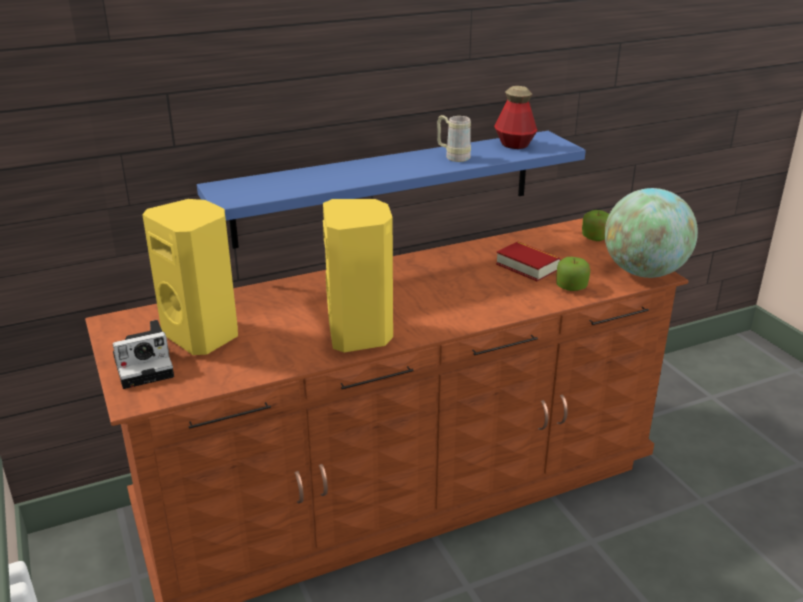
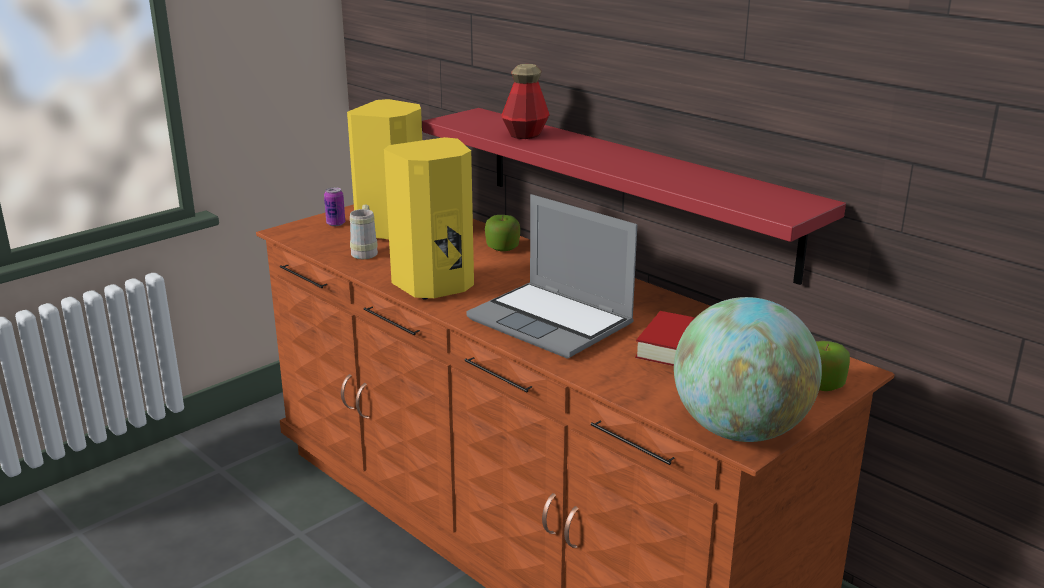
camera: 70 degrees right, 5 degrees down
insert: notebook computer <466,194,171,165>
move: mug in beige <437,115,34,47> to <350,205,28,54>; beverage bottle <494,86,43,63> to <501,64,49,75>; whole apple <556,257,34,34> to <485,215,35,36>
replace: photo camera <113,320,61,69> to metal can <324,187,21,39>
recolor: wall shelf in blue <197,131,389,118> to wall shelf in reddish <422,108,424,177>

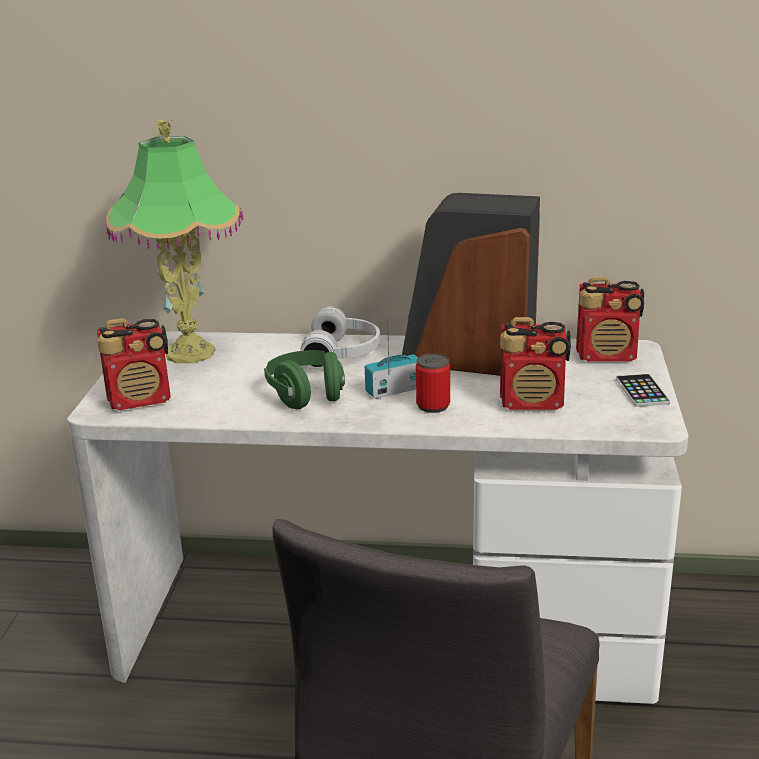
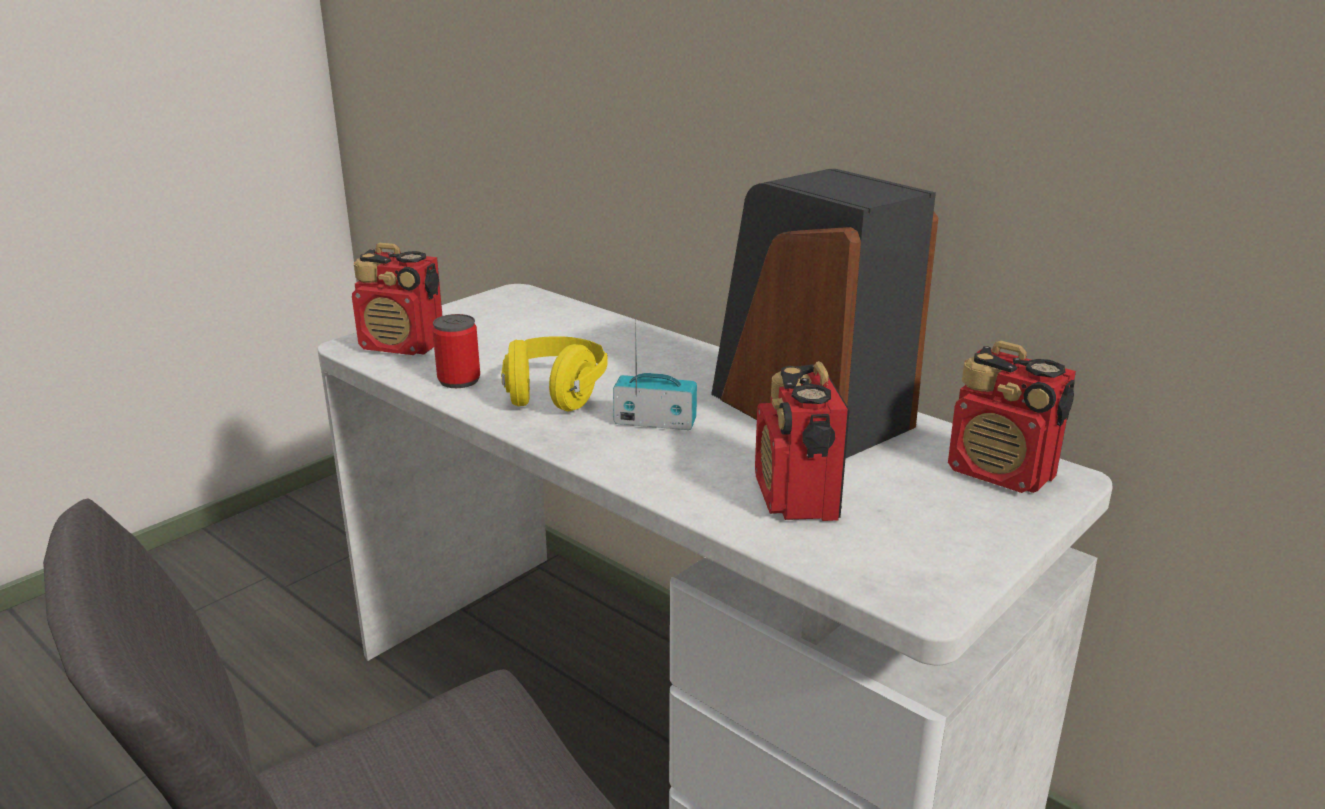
camera: 35 degrees right, 0 degrees up
delete: tabletop lamp <106,119,138,244>; headphones in white-coloured <300,306,80,64>; telephone <616,374,54,33>
move: metal can <416,353,34,60> to <433,314,47,74>
recolor: headphones in green-coloured <264,350,81,59> to headphones in yellow <501,336,107,75>
rotate: radio set <500,317,71,93> = <755,361,95,160> 45 degrees clockwise

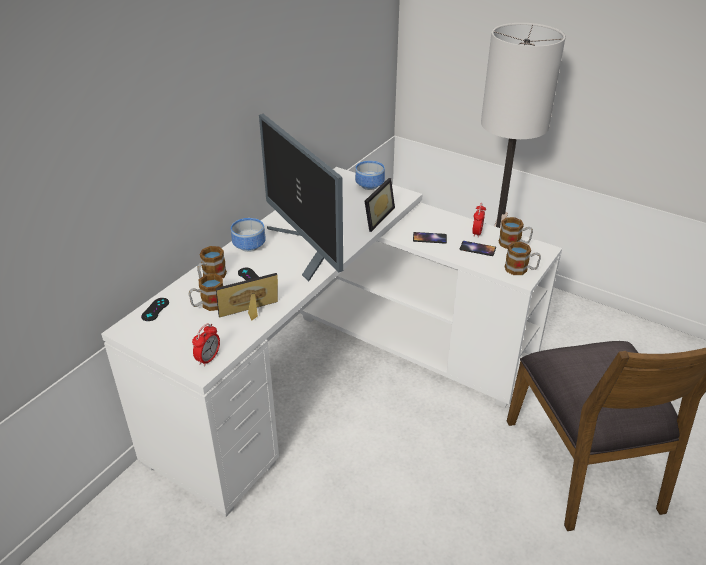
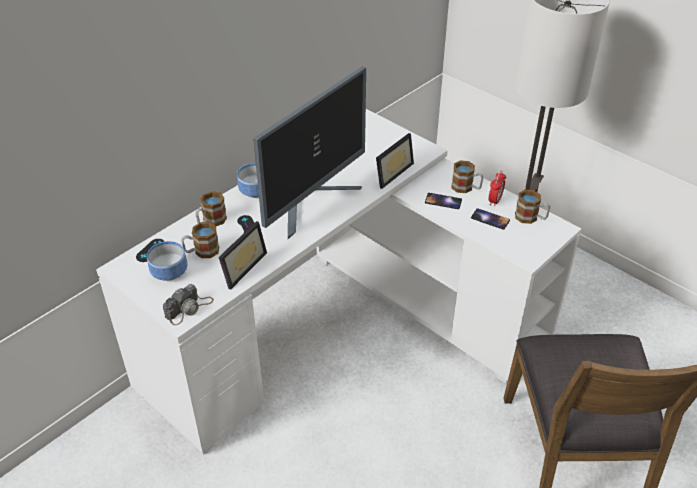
camera: 10 degrees right, 5 degrees up
move: serving bowl <355,161,30,29> to <147,241,40,40>; mug <504,242,37,33> to <451,160,33,33>
replace: bedside clock <192,323,28,44> to photo camera <163,284,51,41>
rotate: picture frame <216,273,62,48> = <219,221,48,69> 135 degrees clockwise; computer display <259,114,84,167> = <253,67,113,172> 120 degrees counterclockwise

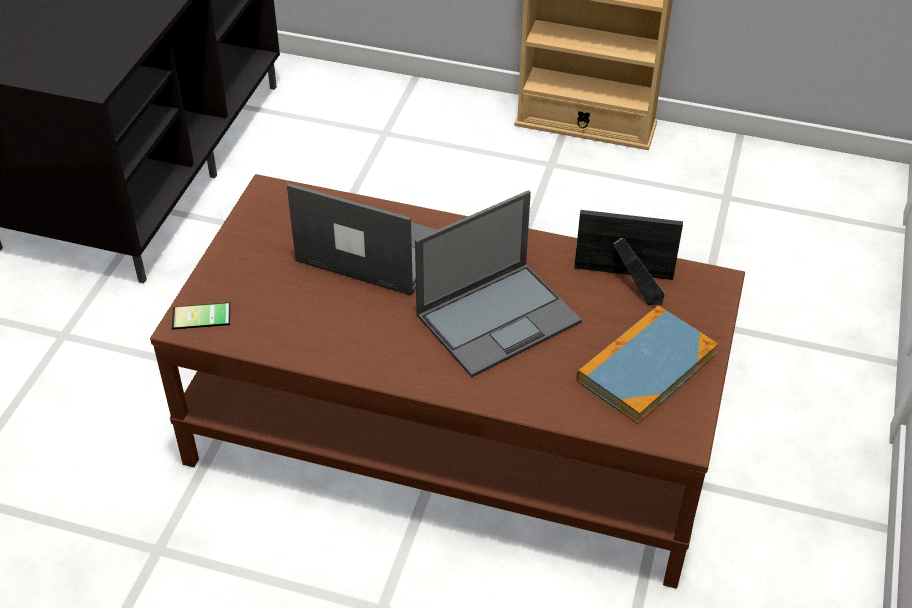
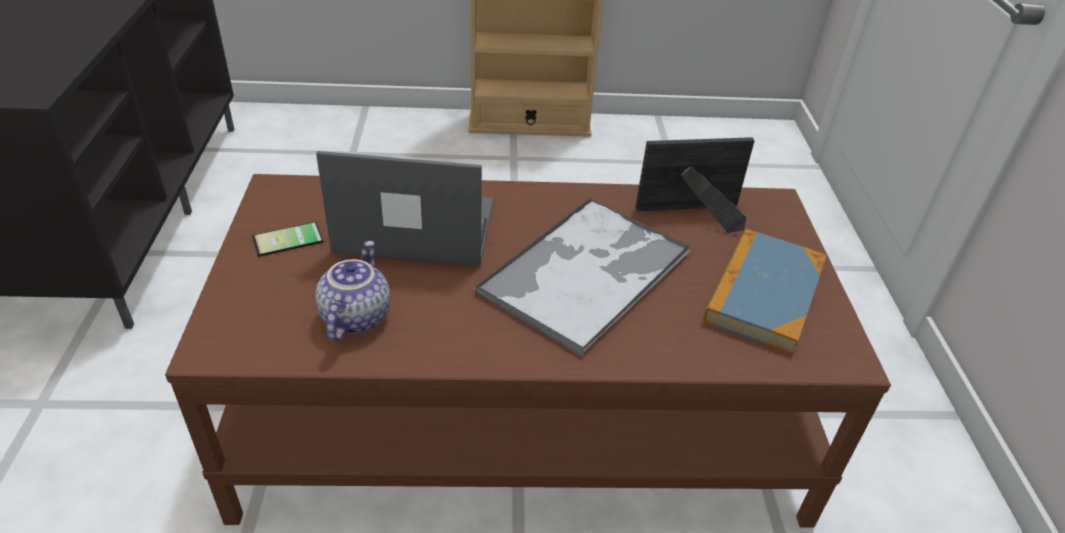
camera: 20 degrees left, 5 degrees down
insert: pot for tea <315,241,75,100>
move: telephone <172,302,58,28> to <252,222,71,35>
replace: notebook computer <415,190,167,187> to tray <474,197,216,160>

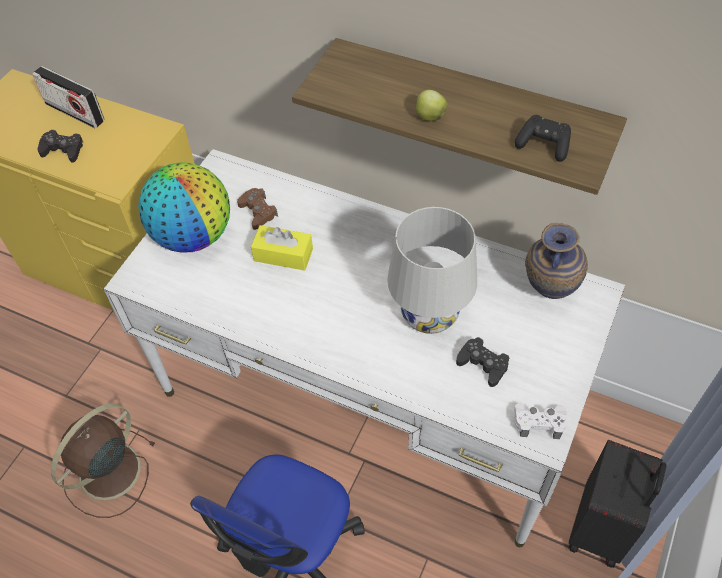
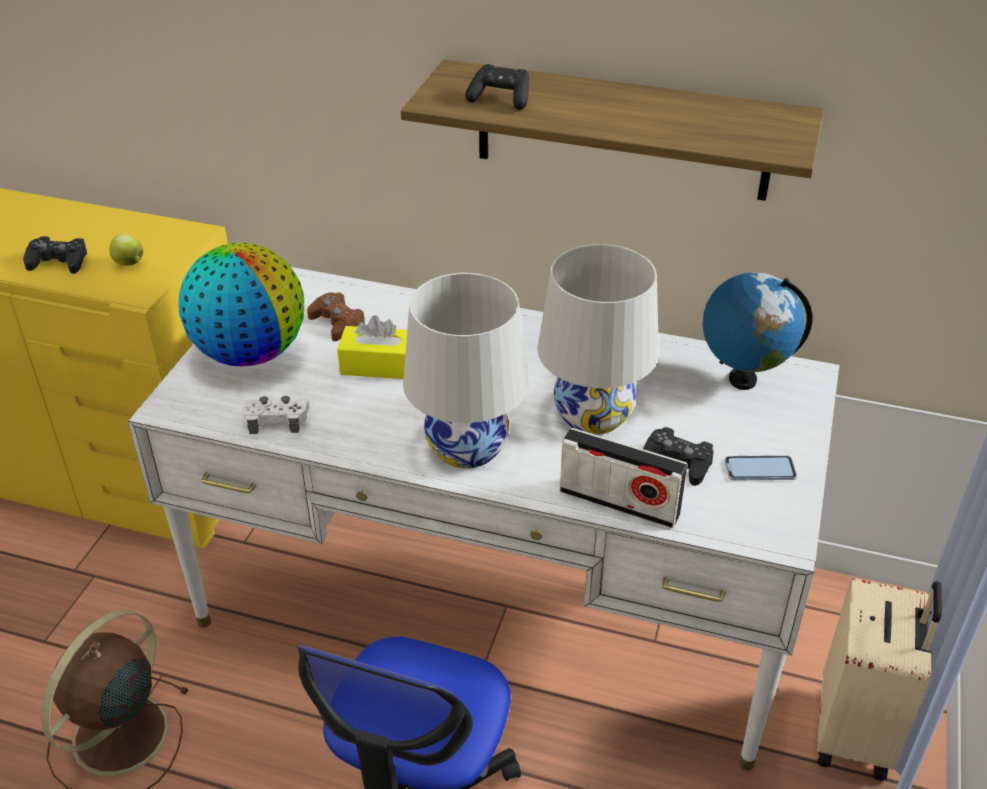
camera: 10 degrees left, 15 degrees down
insert: tabletop lamp in white-coloured <403,273,125,195>; telephone <725,455,72,26>
move: radio set <32,66,73,62> to <560,428,128,100>; whole apple <416,90,32,31> to <109,234,34,32>; joypad in white-coloured <514,403,54,36> to <242,396,68,38>; joypad in blackish <515,115,56,47> to <465,64,64,46>
replace: vase <525,223,63,76> to world globe <702,272,110,118>
recolor: suitcase in blackish <568,440,99,128> to suitcase in beige <817,578,125,203>

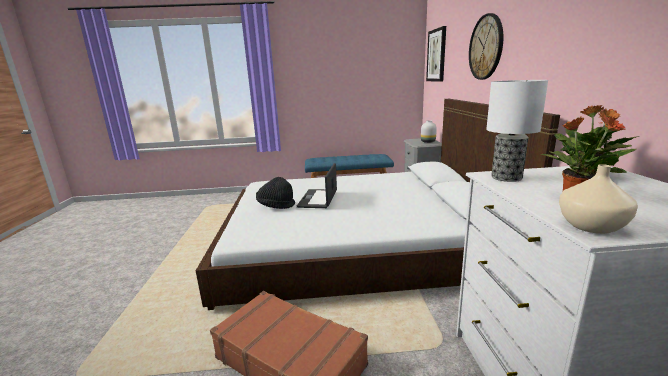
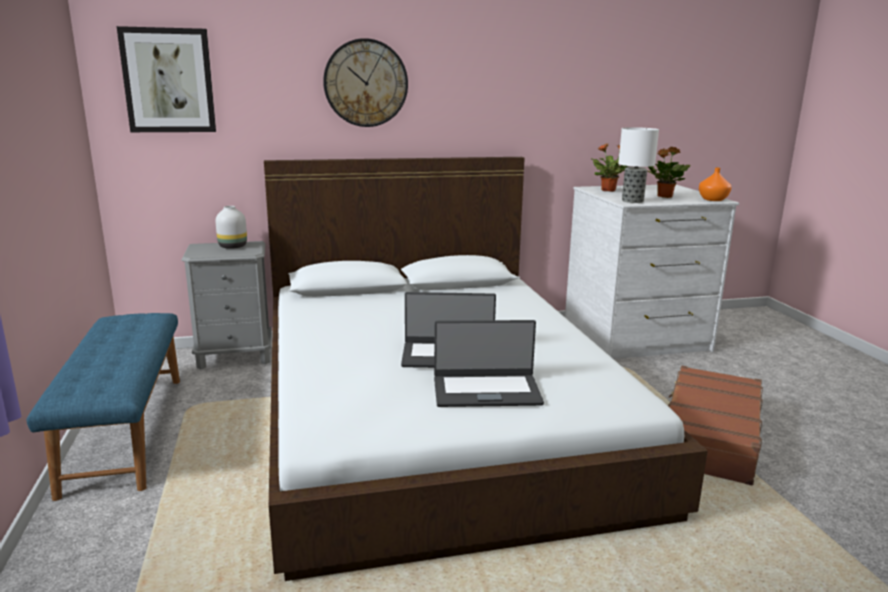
camera: 100 degrees left, 0 degrees up
replace: clothing hat in blackish <256,177,39,32> to notebook computer <434,320,110,87>
recolor: vase in beige <559,164,79,70> to vase in orange-coloured <699,167,33,34>

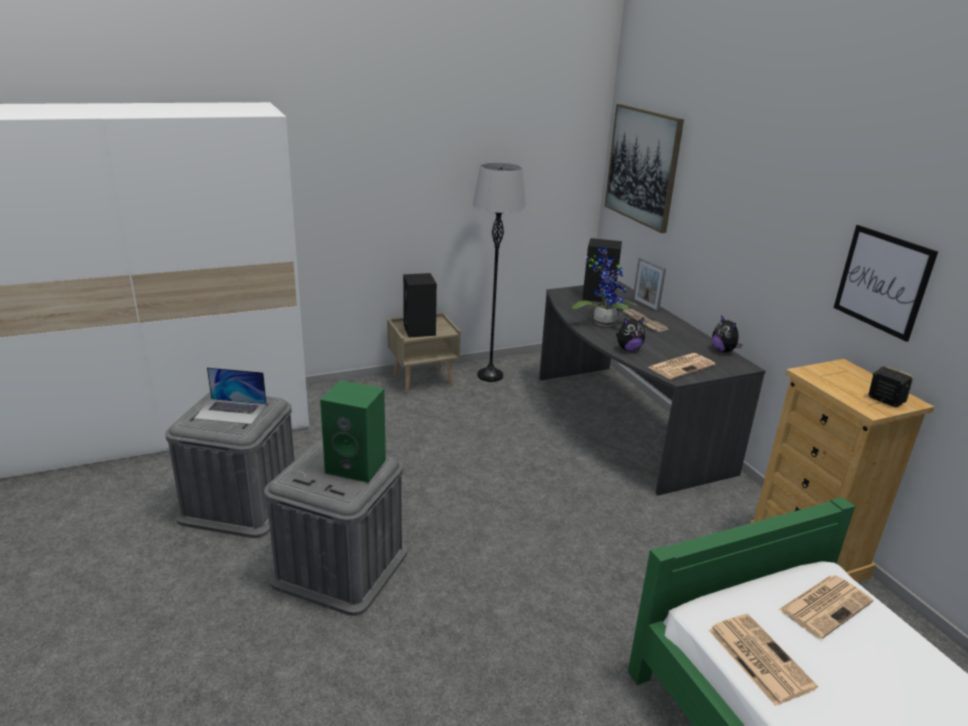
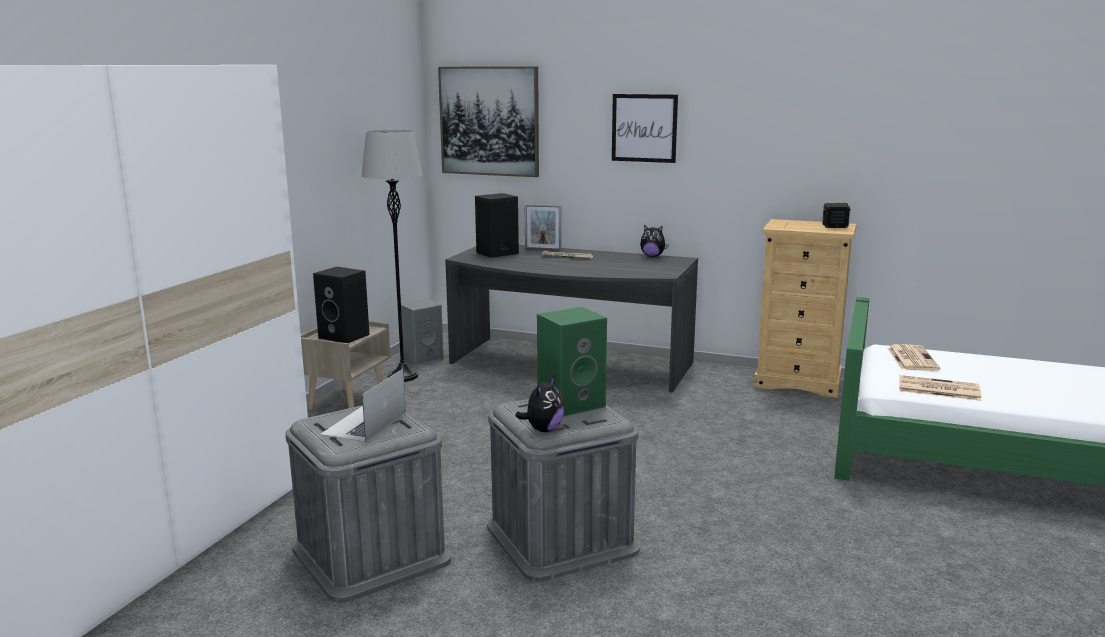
camera: 45 degrees left, 10 degrees down
delete: houseplant <572,245,66,82>; daily paper <648,353,67,26>
insert: audio speaker in grey <401,299,43,66>
move: soft toy <616,317,29,34> to <515,375,49,57>; wall picture <834,225,104,117> to <612,94,66,69>
rotate: notebook computer <194,367,73,57> = <320,369,86,73> 150 degrees clockwise

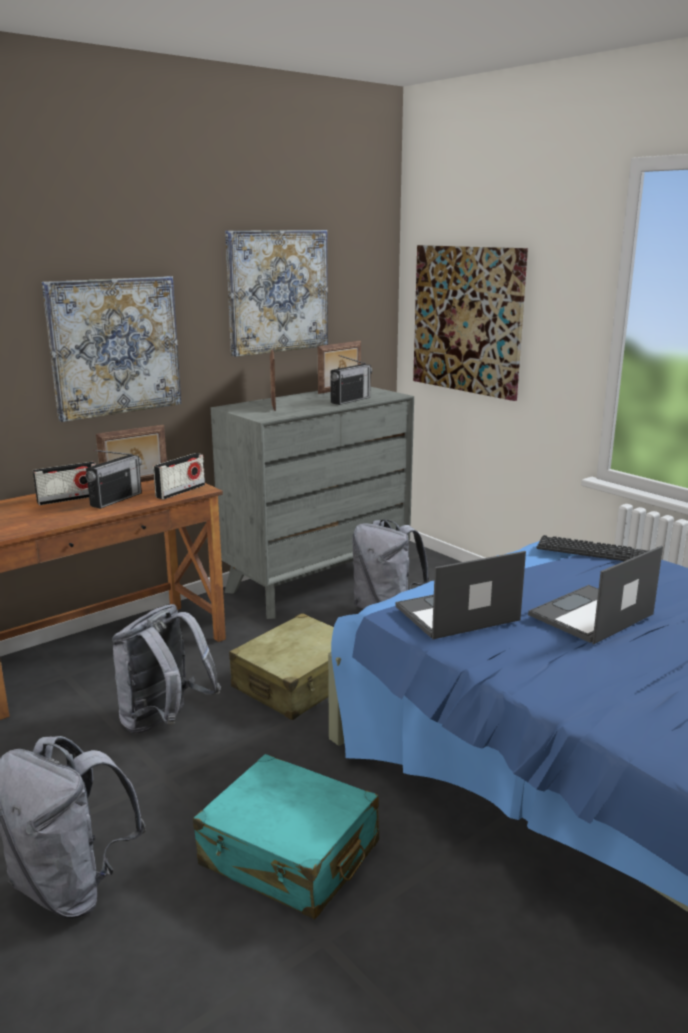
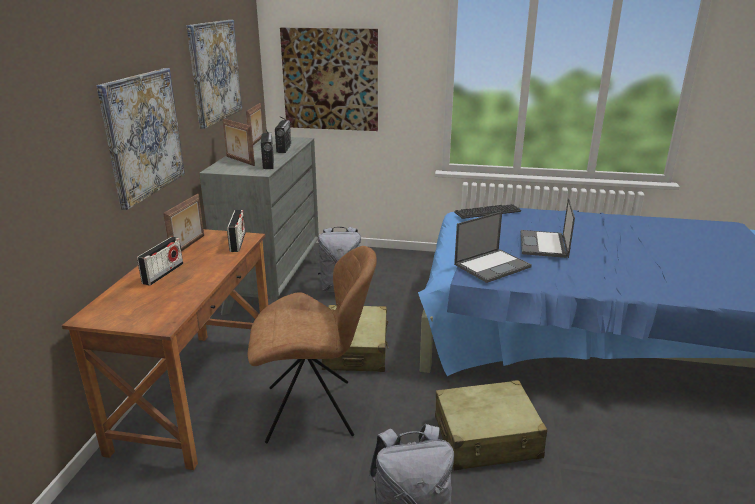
camera: 40 degrees left, 5 degrees up
move: radio set <86,450,56,59> to <261,129,13,40>
replace: backpack in grey <112,604,109,130> to plain chair in brown <248,246,129,197>
recolor: suitcase in turquoise <193,754,186,165> to suitcase in beige <435,380,112,90>
rotate: notebook computer <395,551,131,88> = <454,211,78,72> 150 degrees counterclockwise

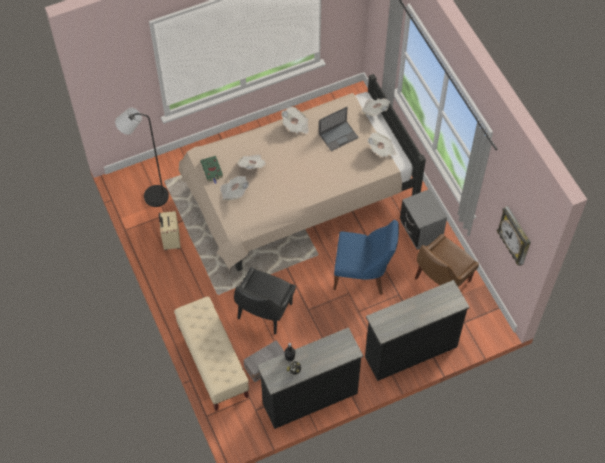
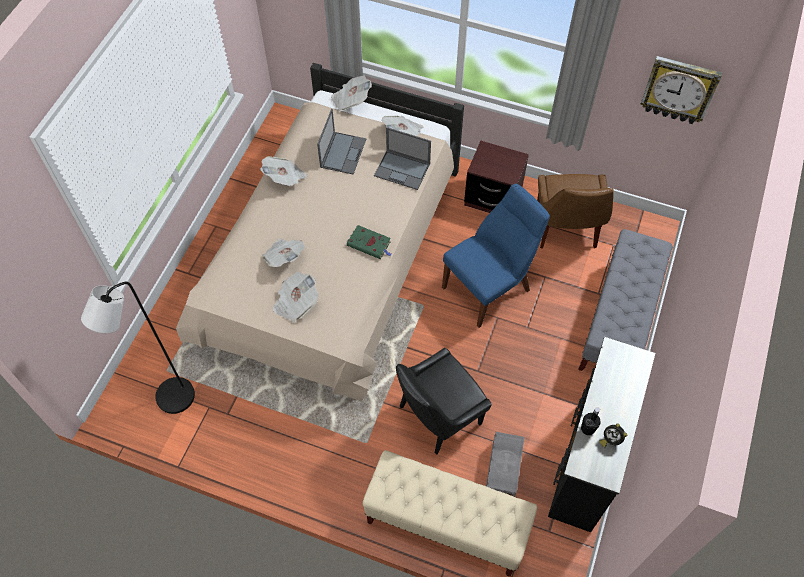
camera: 45 degrees left, 0 degrees up
delete: suitcase in beige <159,211,21,39>
insert: notebook computer <374,127,57,63>
move: volume in green-coloured <200,156,23,28> to <347,225,44,34>
replace: dresser in blackish <365,280,105,101> to long seat in grey <578,229,95,142>
recolor: bedside table in grey <400,189,47,61> to bedside table in brown <464,141,65,72>
rotate: plain chair in blackish <234,268,62,66> = <396,348,96,106> 75 degrees clockwise

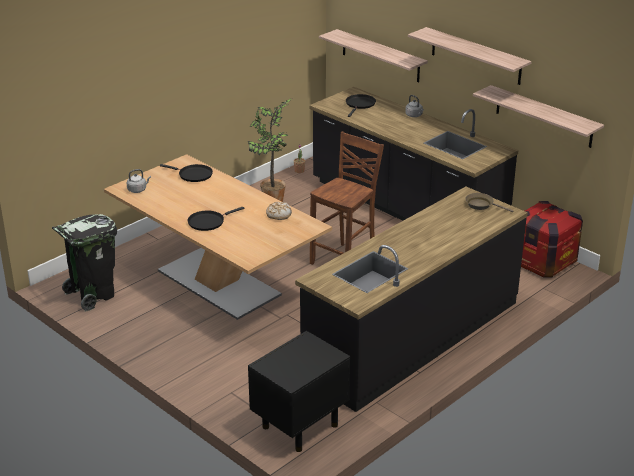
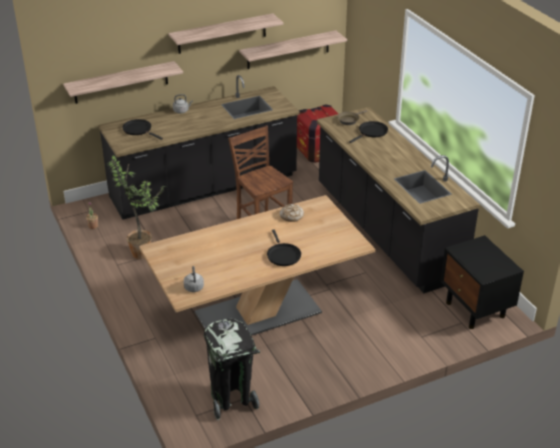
camera: 70 degrees left, 5 degrees up
move: frying pan in blackish <160,164,53,18> to <349,121,39,22>

